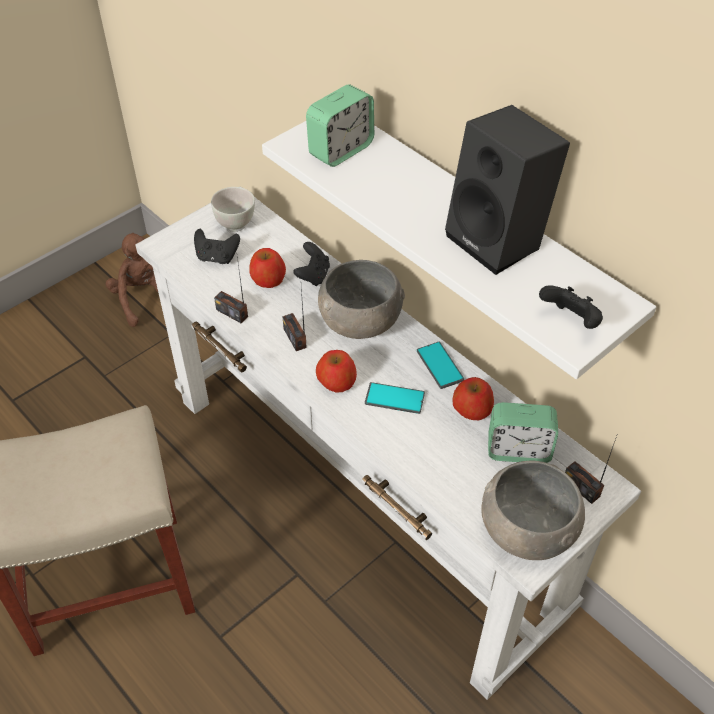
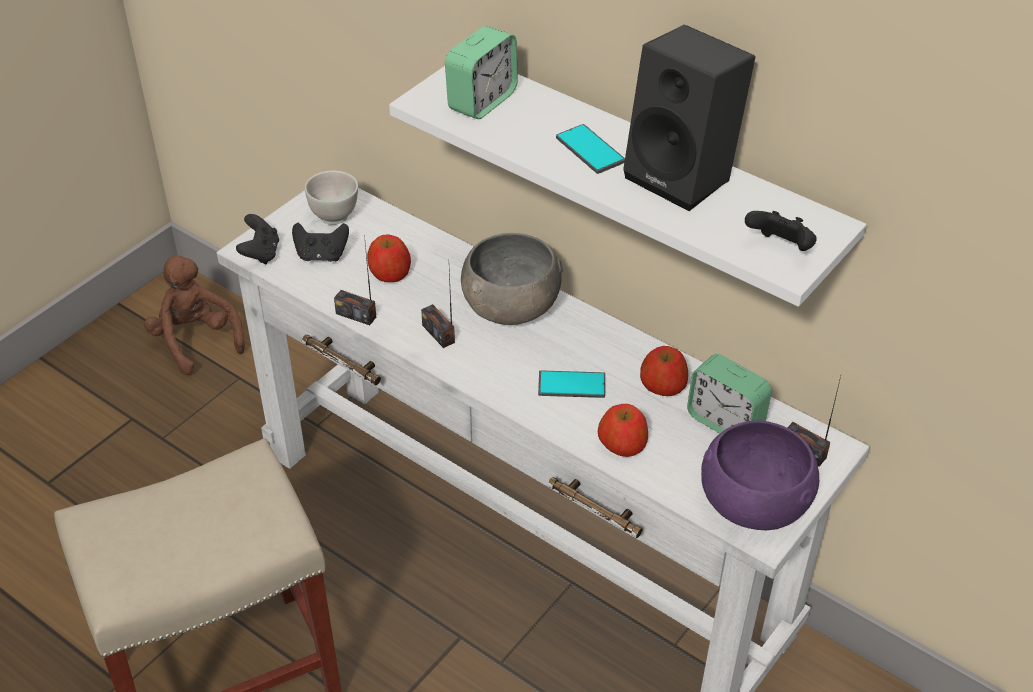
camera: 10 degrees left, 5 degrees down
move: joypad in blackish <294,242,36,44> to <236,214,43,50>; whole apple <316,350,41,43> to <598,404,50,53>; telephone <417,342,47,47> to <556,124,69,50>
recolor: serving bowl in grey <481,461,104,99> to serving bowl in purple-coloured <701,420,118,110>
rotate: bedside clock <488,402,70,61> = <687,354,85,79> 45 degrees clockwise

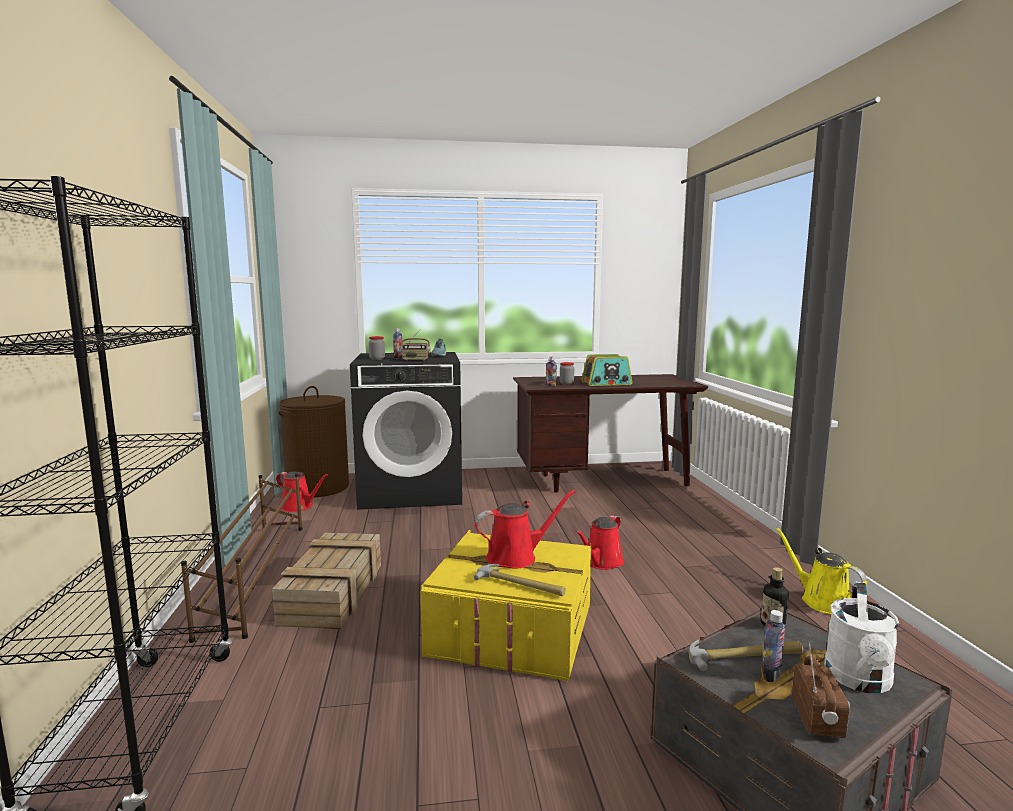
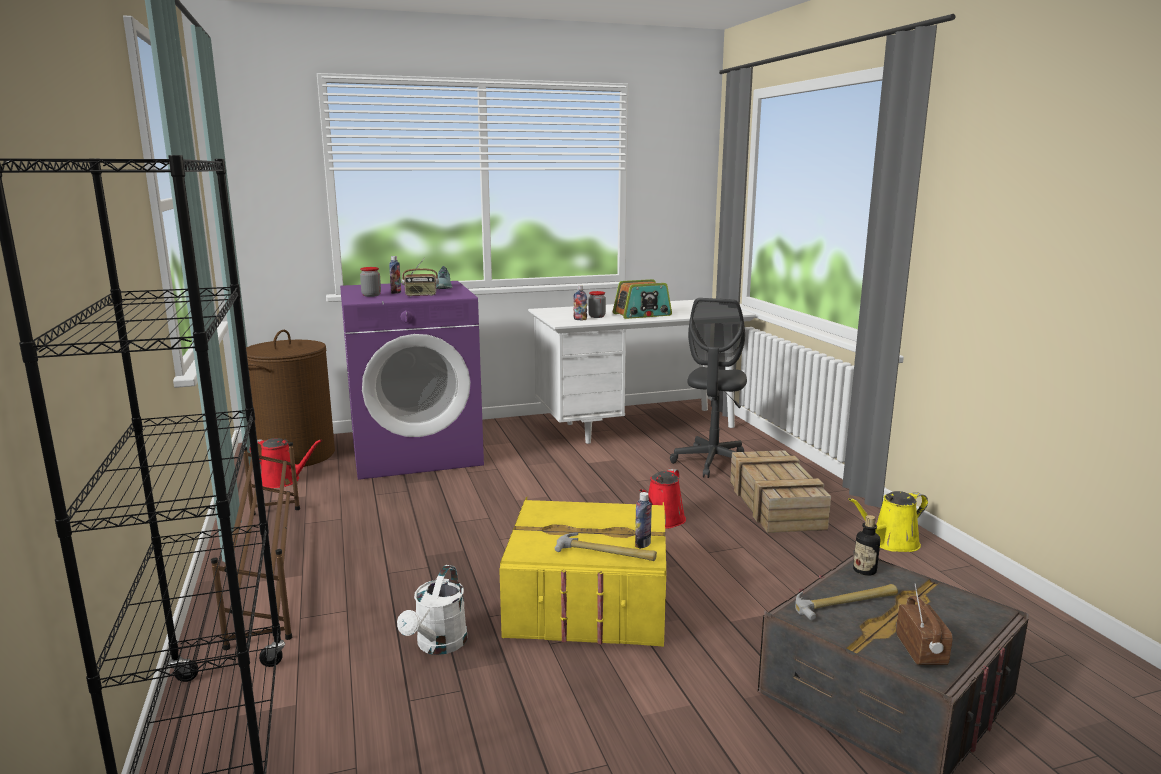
camera: 10 degrees left, 5 degrees up
delete: watering can in reddish <475,490,101,78>
insert: computer chair in grey <670,298,77,180>
move: shipping crate <272,533,109,96> to <730,450,101,83>; beverage bottle <761,610,25,72> to <635,492,17,57>; watering can in white-coloured <824,581,76,112> to <397,565,70,90>
recolor: washing machine in blackish <350,352,112,158> to washing machine in purple-coloured <340,281,144,199>; desk table in brown <513,374,195,119> to desk table in white-coloured <528,300,228,144>
rotate: watering can in yellow <775,527,92,87> = <848,491,80,61> 75 degrees counterclockwise

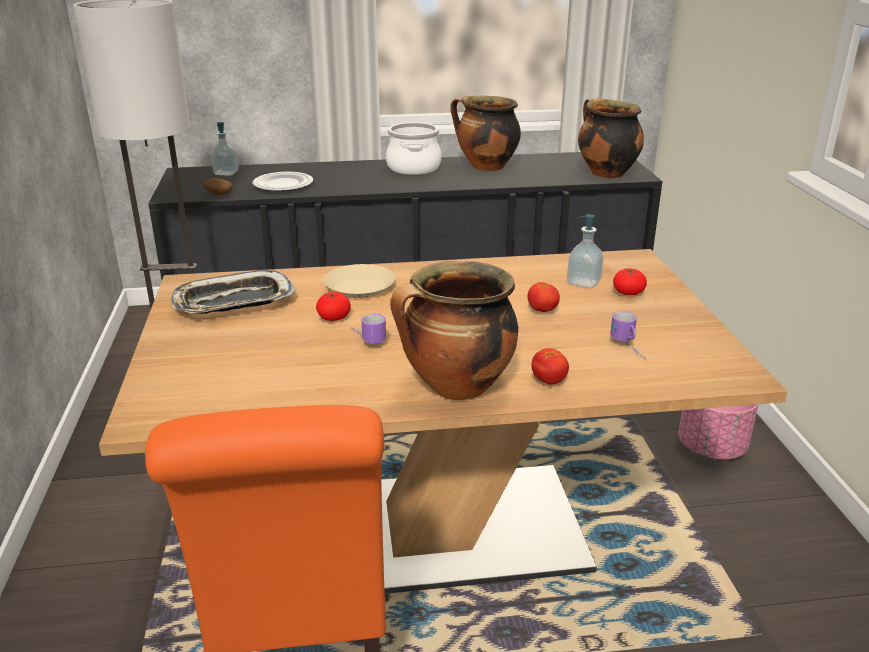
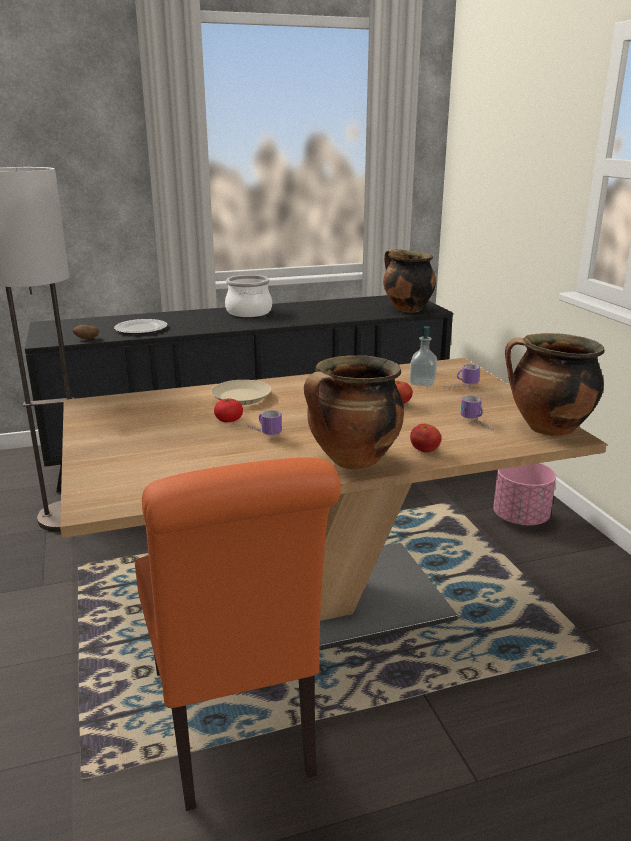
camera: 10 degrees left, 5 degrees down
delete: tray <171,270,124,44>; soap bottle <211,122,28,54>
move: cooking pot <450,96,71,75> to <505,333,100,103>
replace: fresh tomato <613,268,34,27> to mug <443,364,37,25>

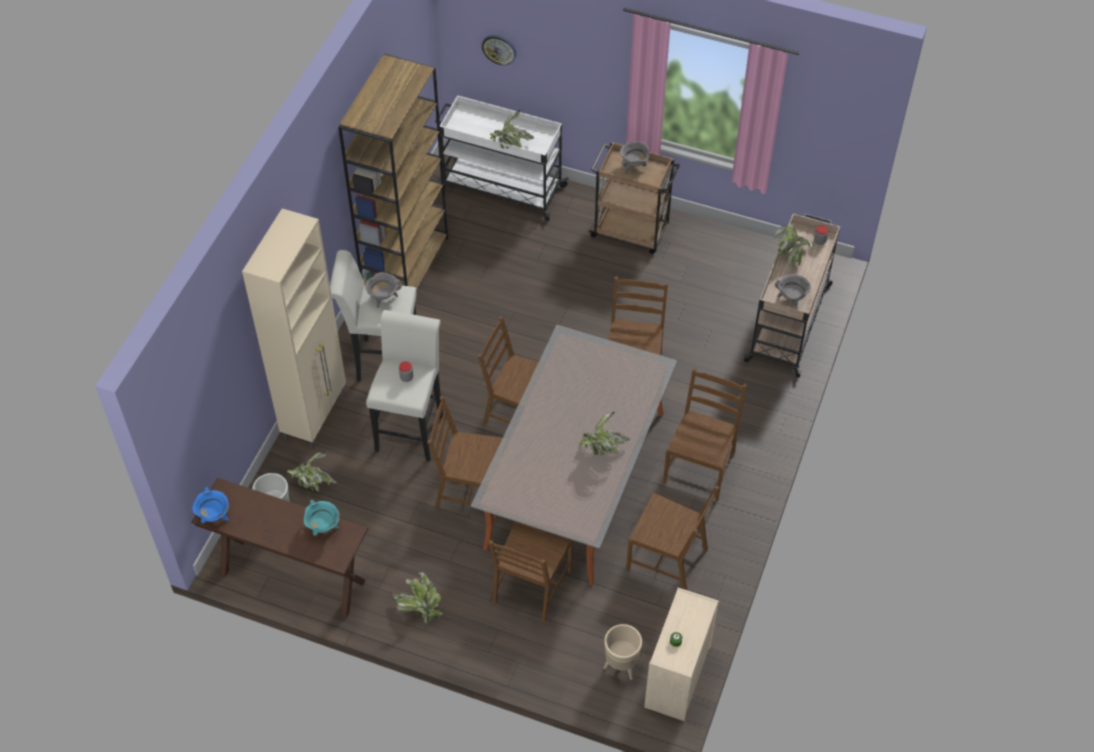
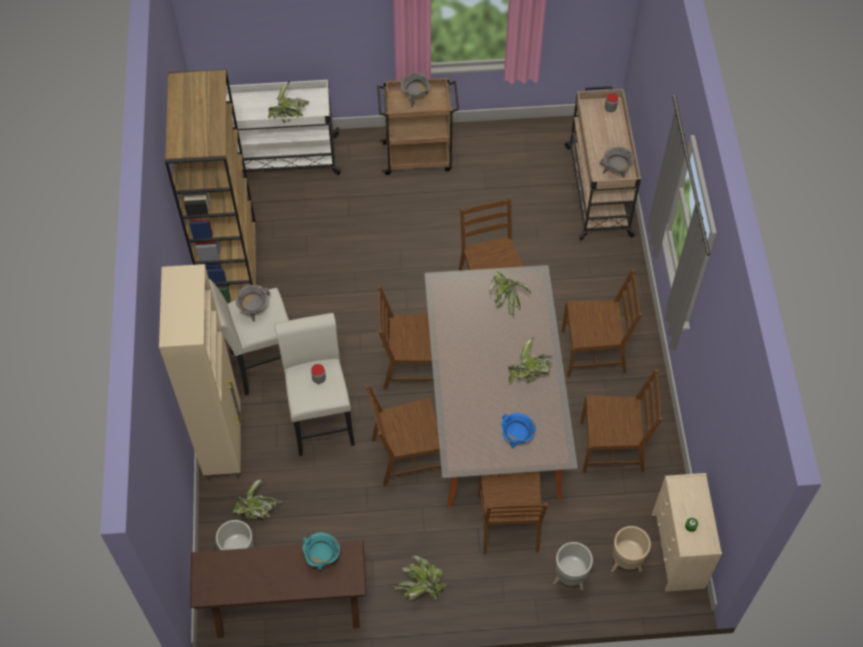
camera: 25 degrees left, 5 degrees up
delete: hanging clock <482,35,34,30>
insert: flower pot in grey <553,542,40,49>
move: cooking pot in blue <192,487,37,36> to <501,413,35,35>; houseplant <774,224,39,46> to <489,271,42,47>
rotate: plain chair in brown <663,368,84,133> = <562,269,80,109> 90 degrees clockwise

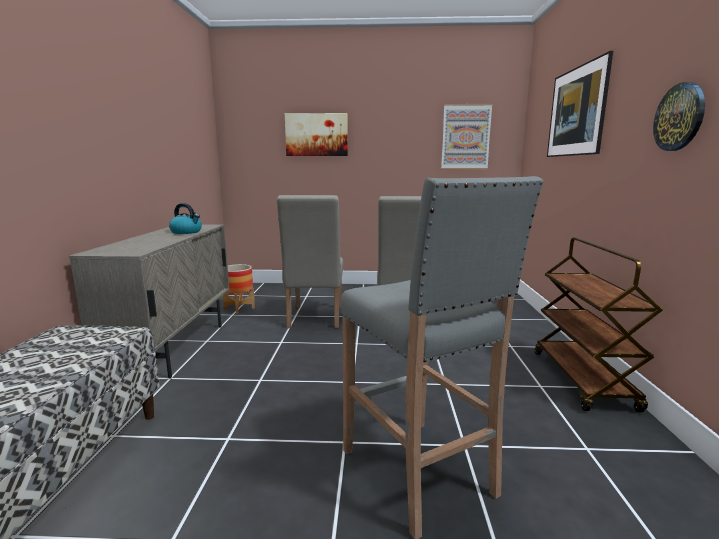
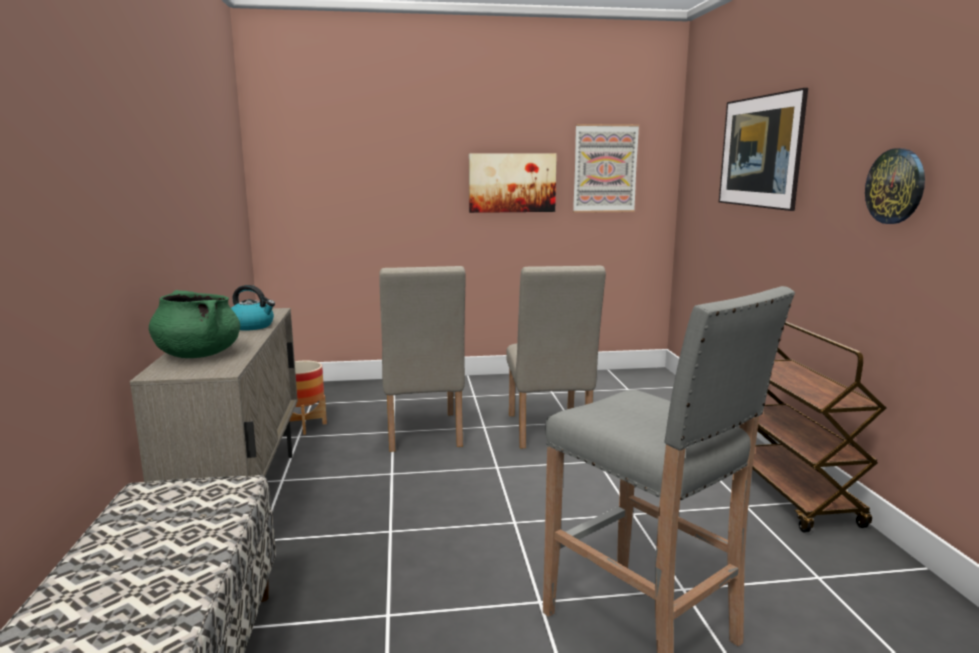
camera: 10 degrees left, 0 degrees up
insert: cooking pot in green-coloured <149,290,91,68>
move: wall picture <285,113,63,43> to <469,153,88,60>

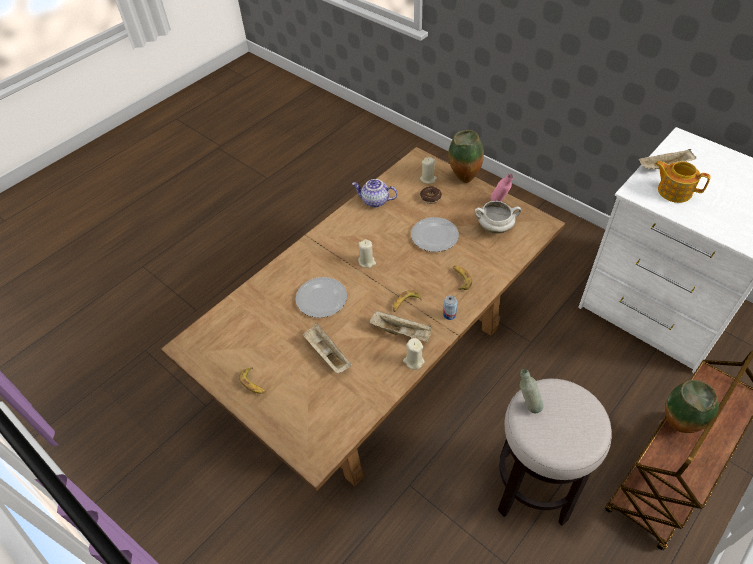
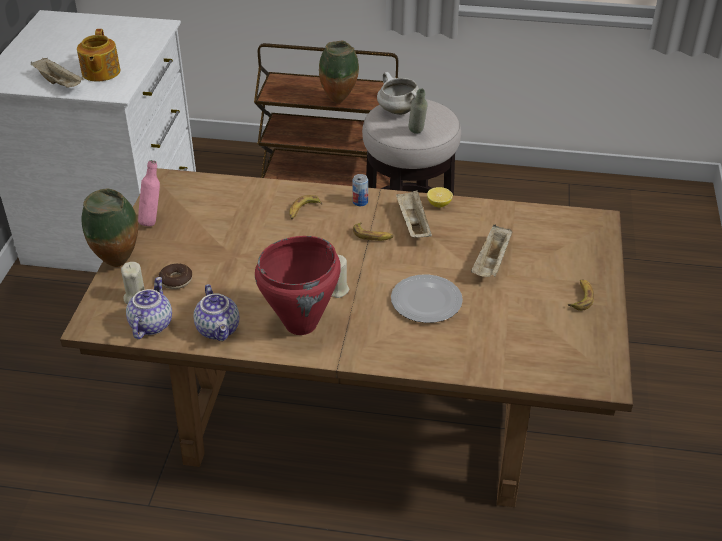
camera: 125 degrees left, 10 degrees down
delete: plate <411,217,48,35>
insert: pot for tea <126,277,46,62>; cooking pot in reddish <255,236,86,99>
move: cooking pot in white-coloured <474,201,47,33> to <377,72,42,43>
replace: wax candle in beige <403,338,22,32> to citrus fruit <427,187,26,20>

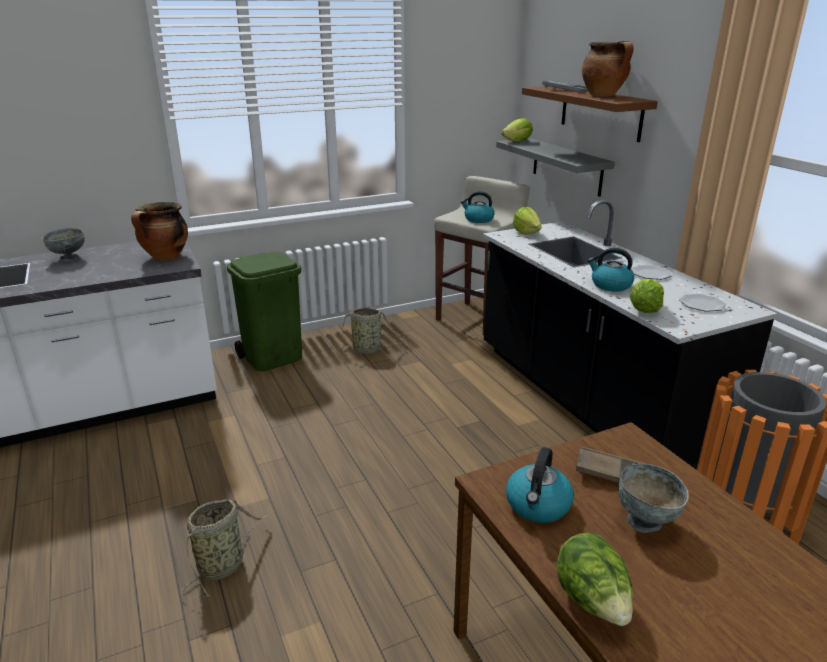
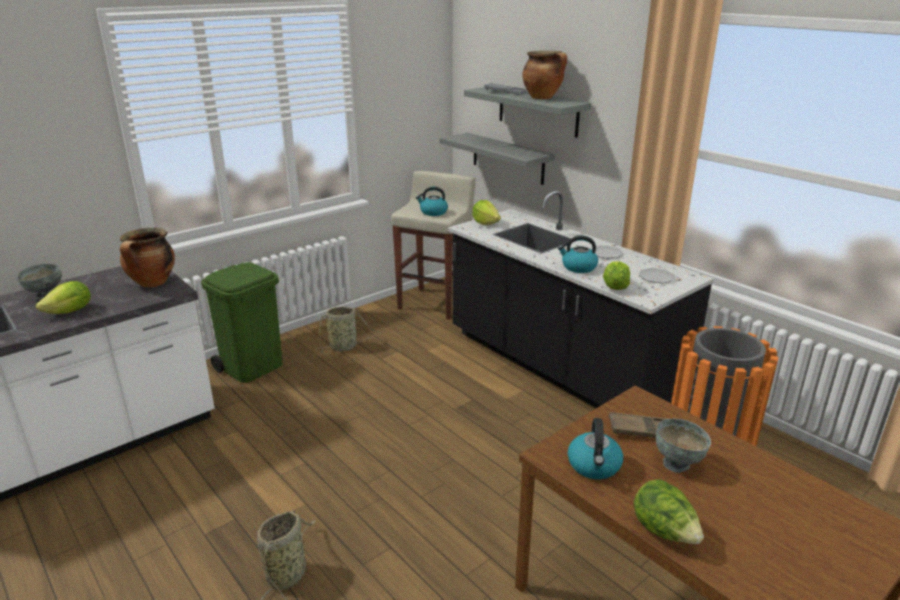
camera: 15 degrees left, 0 degrees up
move: lettuce head <501,118,32,23> to <36,281,55,33>
recolor: wall shelf in brown <522,86,136,56> to wall shelf in grey <464,87,127,51>

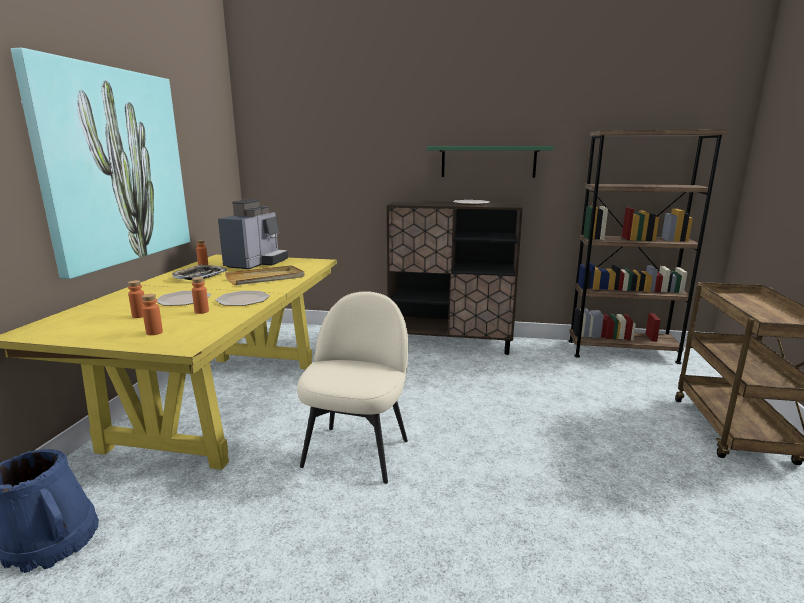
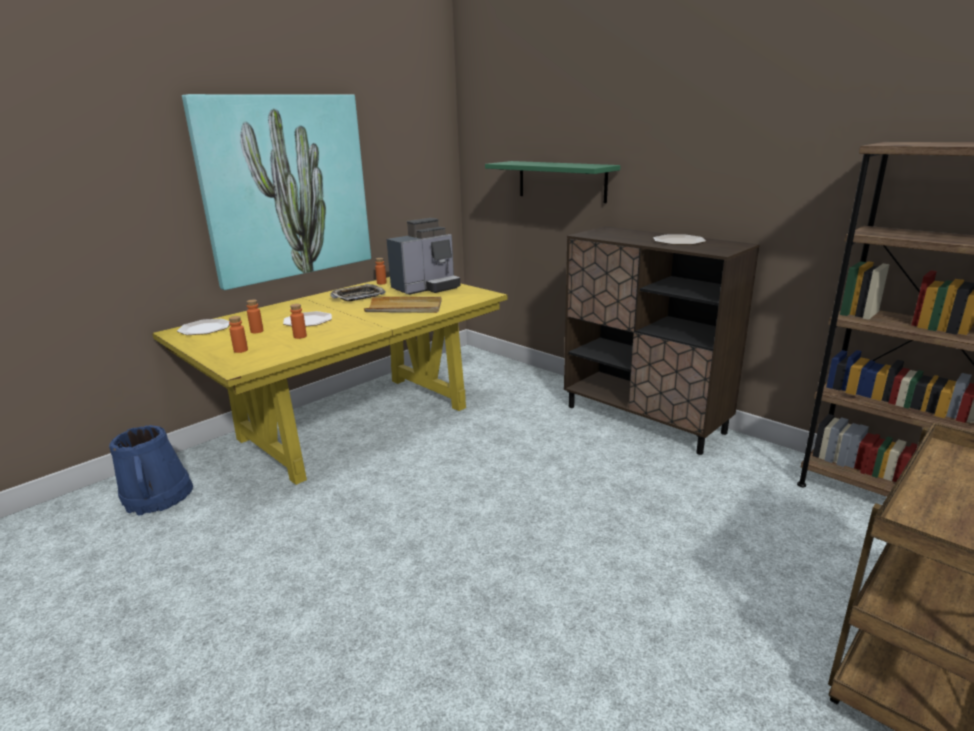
camera: 35 degrees right, 5 degrees up
delete: plain chair in beige <297,291,111,193>
move: plate <215,291,55,15> to <177,319,53,16>; wall shelf in green-coloured <427,146,127,32> to <485,161,136,42>

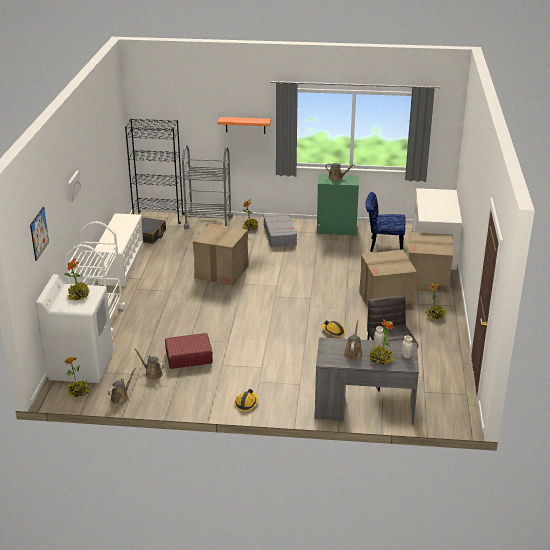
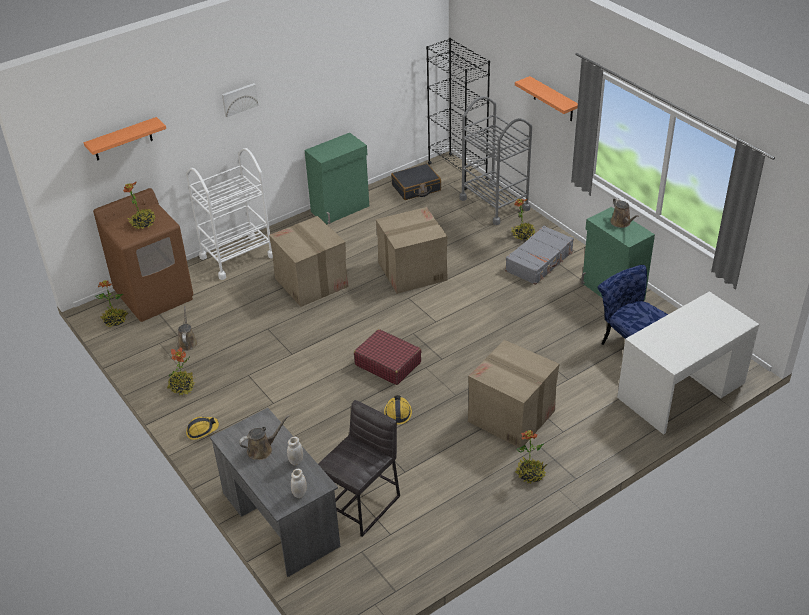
camera: 50 degrees right, 10 degrees up
delete: watering can in brown <108,368,28,36>
move: suitcase in reddish <165,333,48,36> to <354,329,68,56>; houseplant <369,319,25,45> to <167,347,27,49>; carton <408,232,45,61> to <269,216,80,91>
replace: wall picture <30,207,19,54> to wall shelf in orange-coloured <83,117,83,43>; shoe rack in white-coloured <95,213,49,74> to cupboard in green-coloured <305,133,64,91>
recolor: washing machine in white-coloured <36,274,77,109> to washing machine in brown <93,188,101,134>

